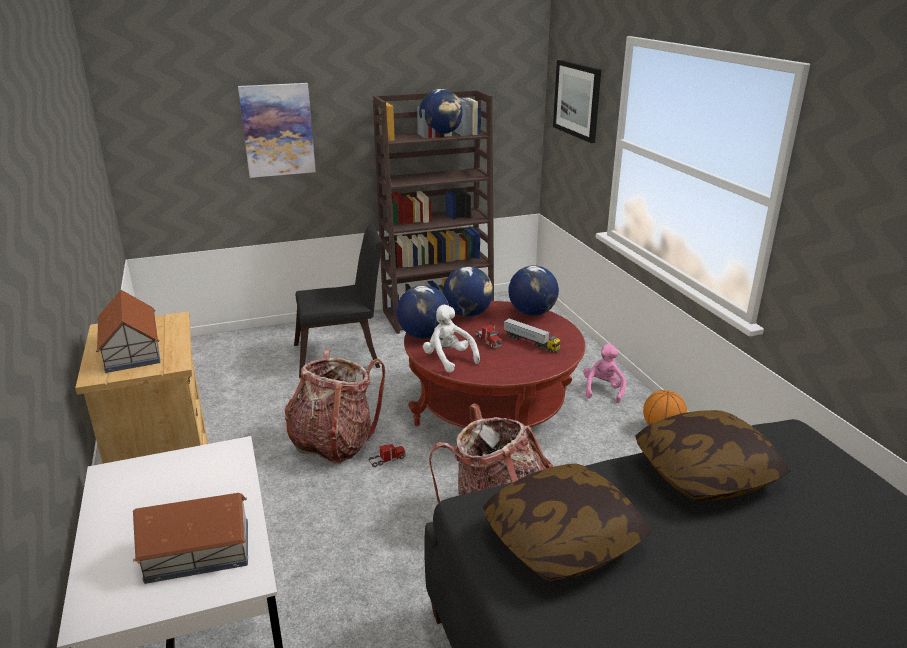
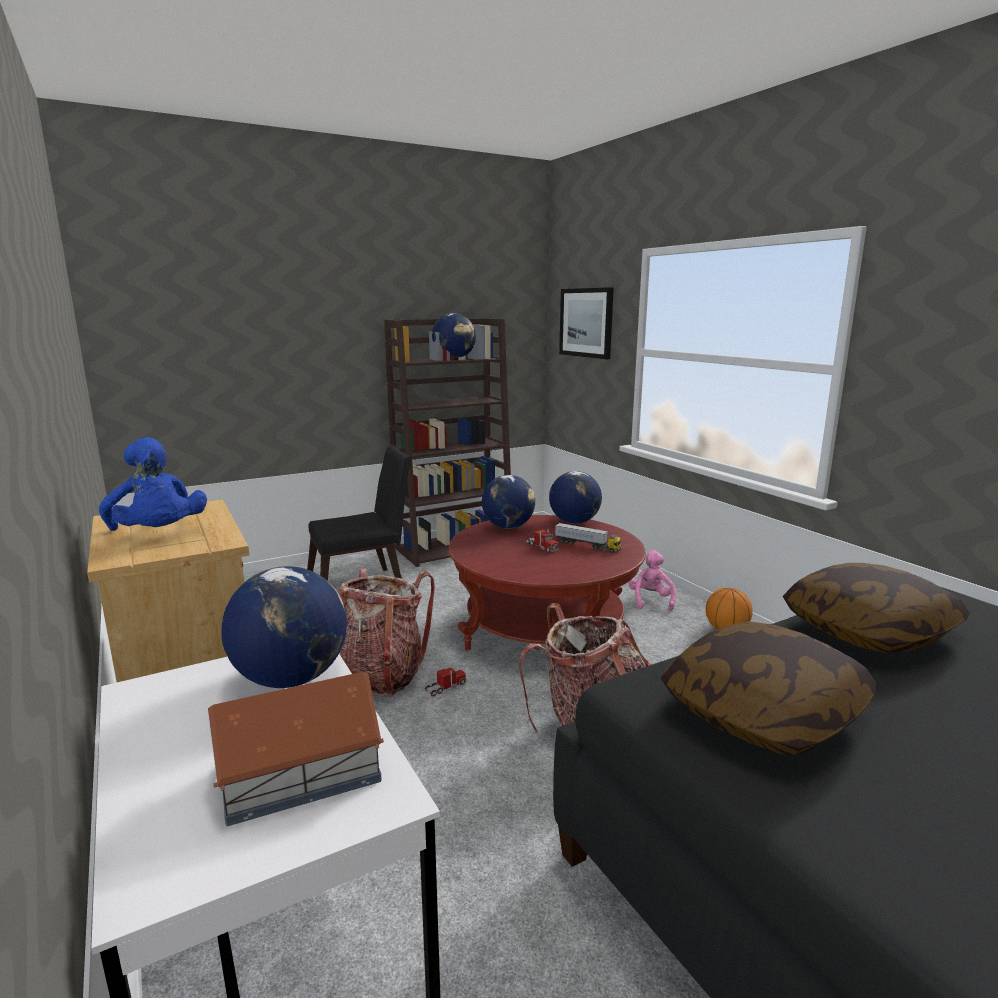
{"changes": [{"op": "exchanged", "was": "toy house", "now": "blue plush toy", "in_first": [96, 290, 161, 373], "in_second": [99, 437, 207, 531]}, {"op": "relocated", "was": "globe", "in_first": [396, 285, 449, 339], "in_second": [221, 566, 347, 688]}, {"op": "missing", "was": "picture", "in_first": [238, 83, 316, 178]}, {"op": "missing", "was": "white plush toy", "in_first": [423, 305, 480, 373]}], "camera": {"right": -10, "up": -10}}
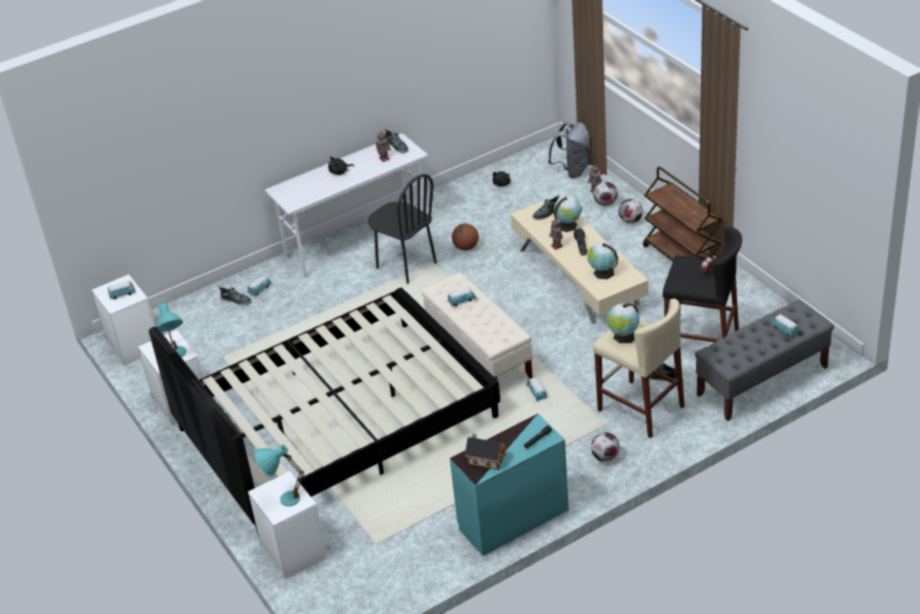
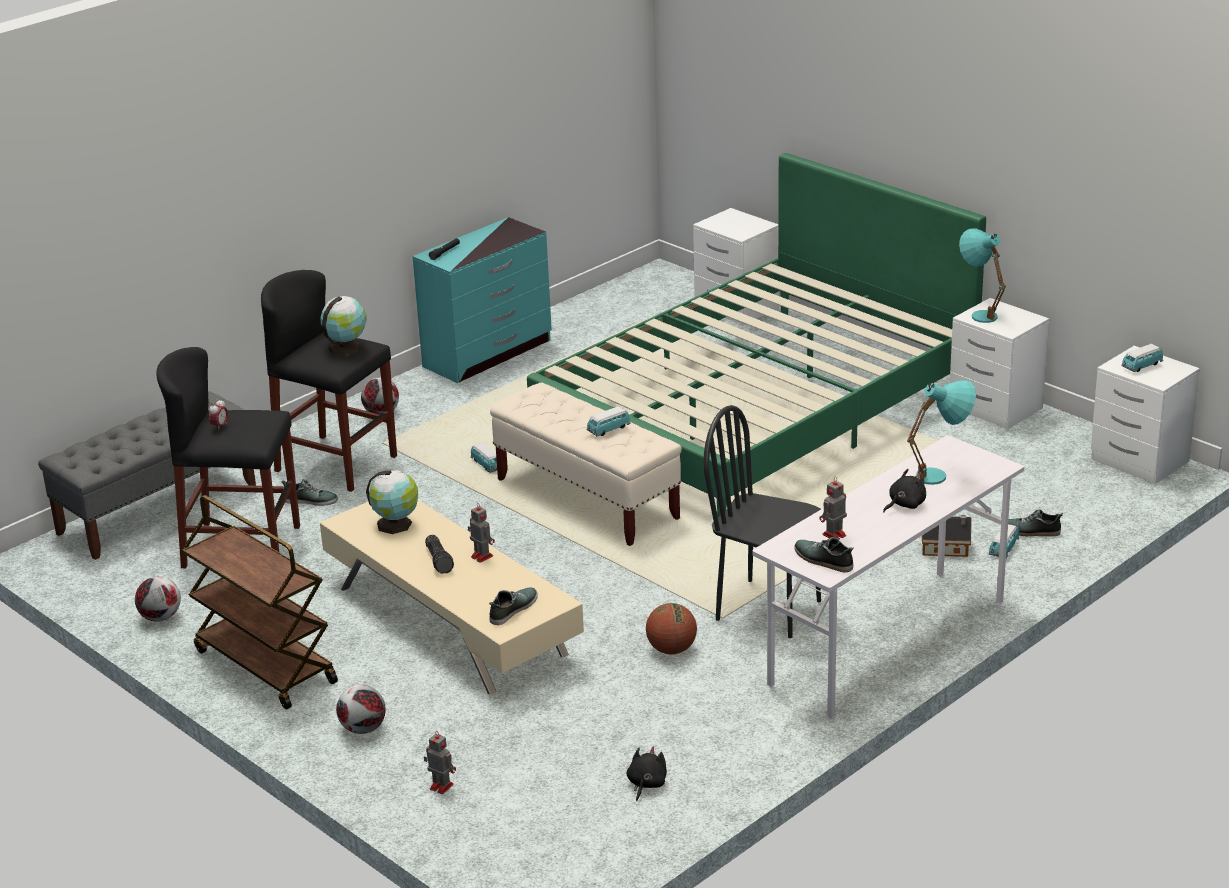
{"changes": [{"op": "relocated", "was": "football", "in_first": [593, 182, 618, 206], "in_second": [135, 576, 181, 622]}, {"op": "colour", "was": "beige stool", "now": "black stool", "in_first": [593, 299, 685, 438], "in_second": [261, 270, 397, 492]}, {"op": "colour", "was": "black bed", "now": "green bed", "in_first": [149, 288, 500, 534], "in_second": [527, 153, 986, 517]}, {"op": "relocated", "was": "turquoise table lamp", "in_first": [254, 445, 304, 506], "in_second": [907, 380, 976, 485]}, {"op": "relocated", "was": "toy house", "in_first": [465, 434, 506, 470], "in_second": [922, 515, 972, 557]}, {"op": "missing", "was": "grey backpack", "in_first": [548, 122, 591, 178]}, {"op": "missing", "was": "globe", "in_first": [554, 195, 582, 232]}, {"op": "missing", "was": "toy car", "in_first": [770, 314, 799, 337]}], "camera": {"right": 165, "up": -10}}
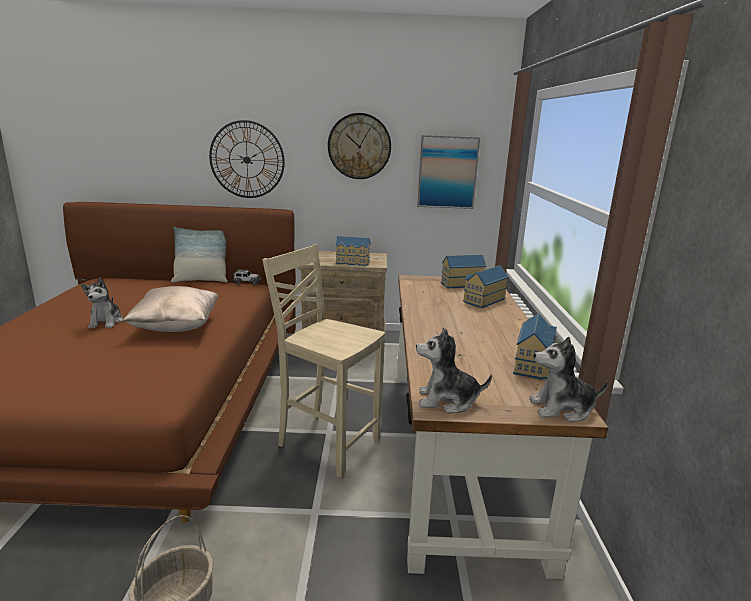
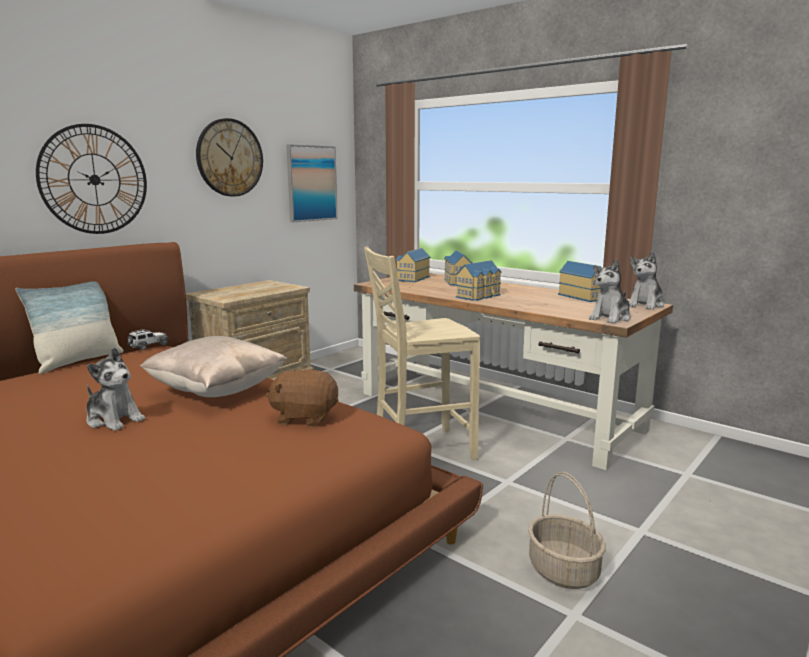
{"changes": [{"op": "appeared", "now": "brown plush toy", "in_second": [266, 369, 338, 427]}, {"op": "relocated", "was": "toy house", "in_first": [336, 236, 370, 266], "in_second": [456, 260, 502, 301]}], "camera": {"right": -50, "up": -5}}
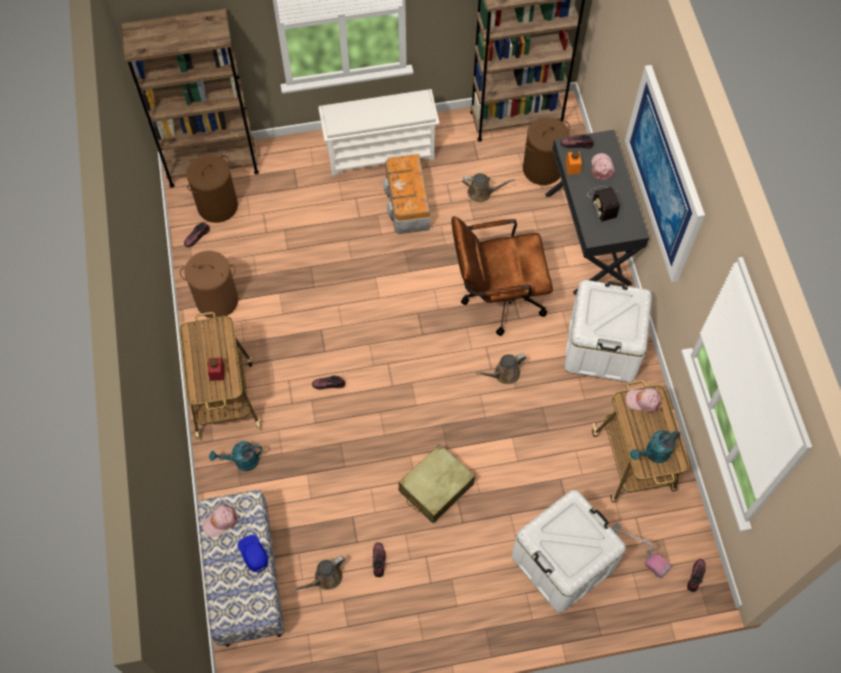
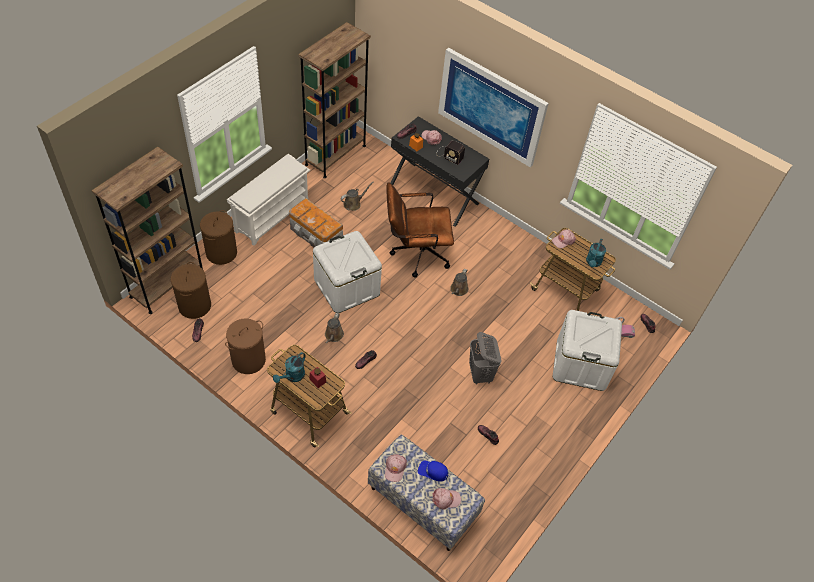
{"changes": [{"op": "relocated", "was": "brown laundry basket", "in_first": [523, 117, 570, 185], "in_second": [200, 210, 237, 265]}, {"op": "relocated", "was": "turquoise watering can", "in_first": [209, 441, 262, 471], "in_second": [273, 352, 306, 383]}, {"op": "relocated", "was": "white storage box", "in_first": [564, 280, 652, 382], "in_second": [313, 231, 382, 313]}, {"op": "relocated", "was": "brown watering can", "in_first": [292, 556, 345, 592], "in_second": [325, 313, 344, 343]}, {"op": "spun", "was": "brown office chair", "in_first": [451, 216, 553, 336], "in_second": [386, 182, 454, 277], "clockwise": 45}, {"op": "appeared", "now": "pink cap", "in_second": [432, 488, 461, 510]}, {"op": "exchanged", "was": "beige suitcase", "now": "grey laundry basket", "in_first": [398, 444, 475, 523], "in_second": [469, 332, 502, 385]}], "camera": {"right": -45, "up": -10}}
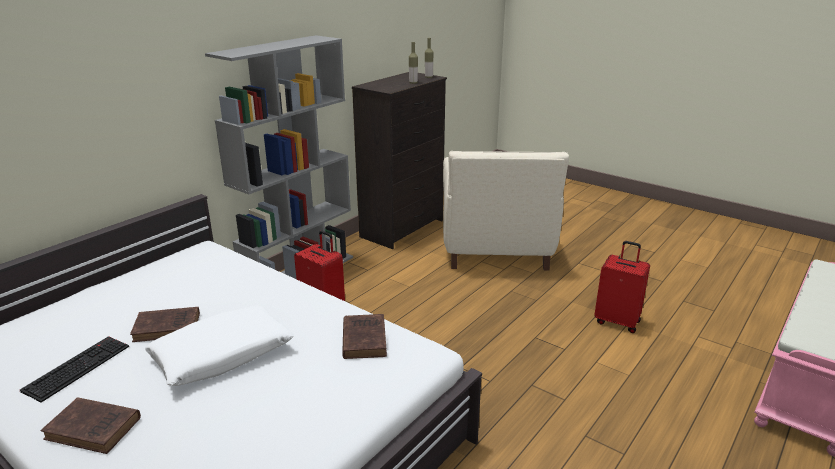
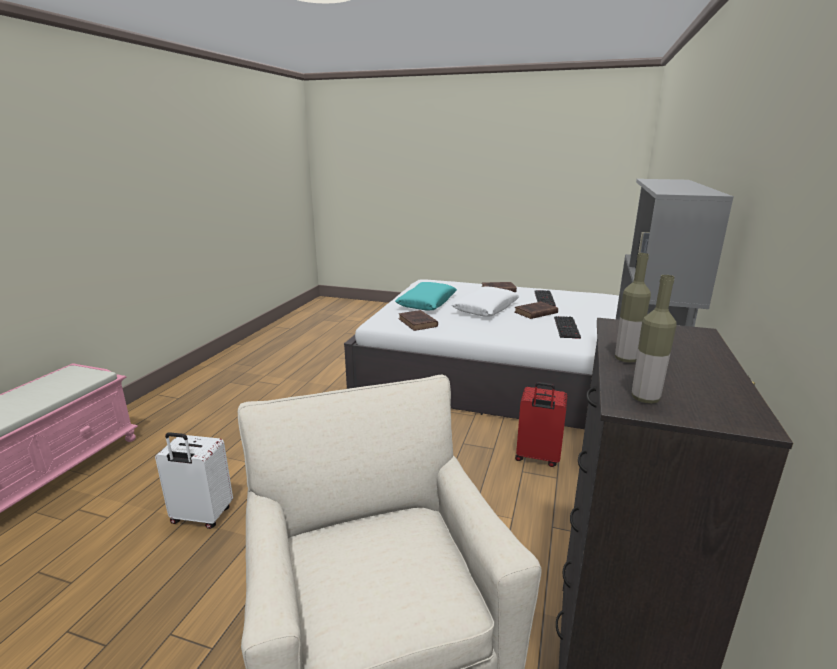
{"changes": [{"op": "colour", "was": "red suitcase", "now": "white suitcase", "in_first": [594, 241, 650, 333], "in_second": [155, 432, 233, 529]}, {"op": "appeared", "now": "turquoise pillow", "in_second": [395, 282, 457, 310]}, {"op": "appeared", "now": "keyboard", "in_second": [554, 316, 581, 339]}], "camera": {"right": 160, "up": -5}}
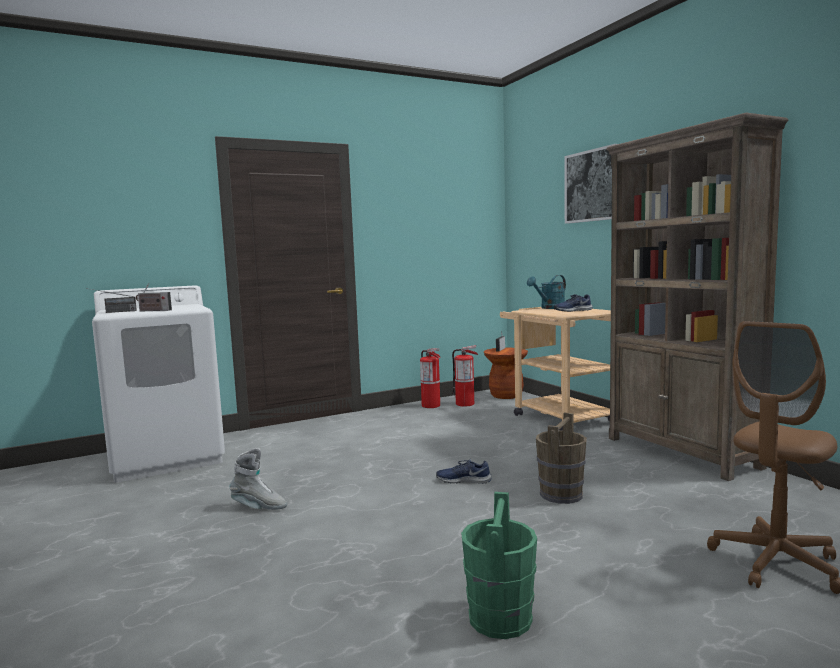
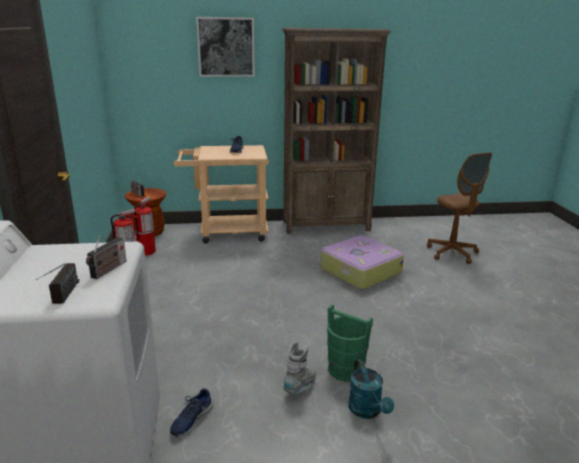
{"changes": [{"op": "relocated", "was": "blue shoe", "in_first": [436, 459, 491, 484], "in_second": [170, 388, 213, 437]}, {"op": "exchanged", "was": "brown bucket", "now": "suitcase", "in_first": [536, 413, 587, 504], "in_second": [321, 235, 404, 290]}, {"op": "relocated", "was": "green bucket", "in_first": [461, 492, 537, 639], "in_second": [327, 305, 373, 382]}, {"op": "relocated", "was": "turquoise watering can", "in_first": [527, 275, 566, 309], "in_second": [349, 359, 394, 419]}], "camera": {"right": -70, "up": 15}}
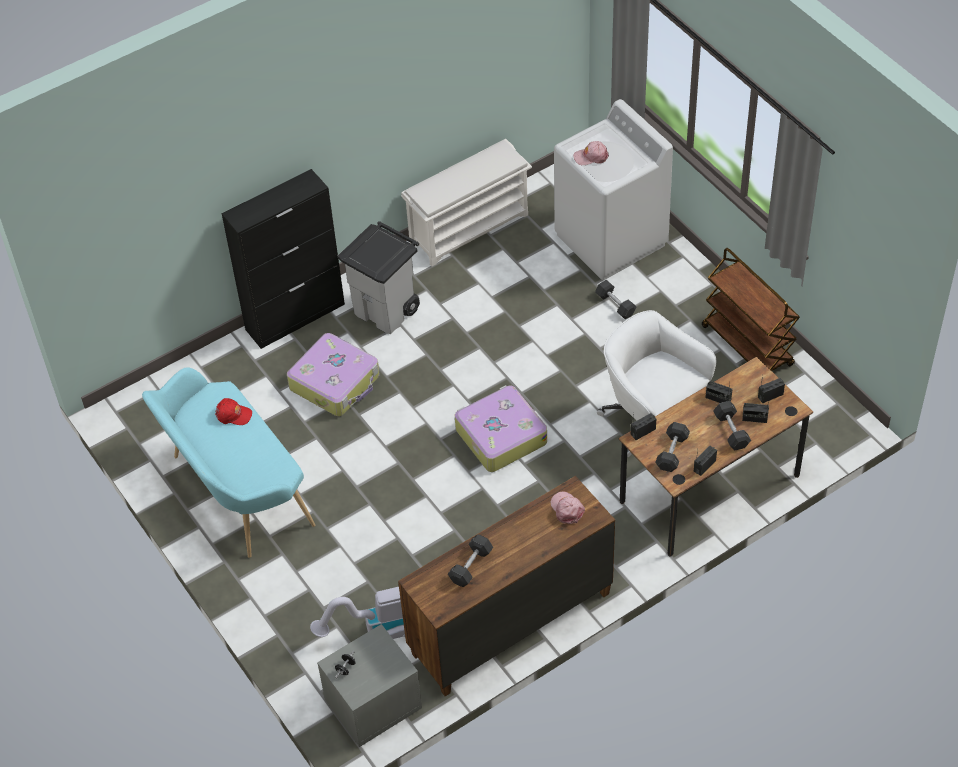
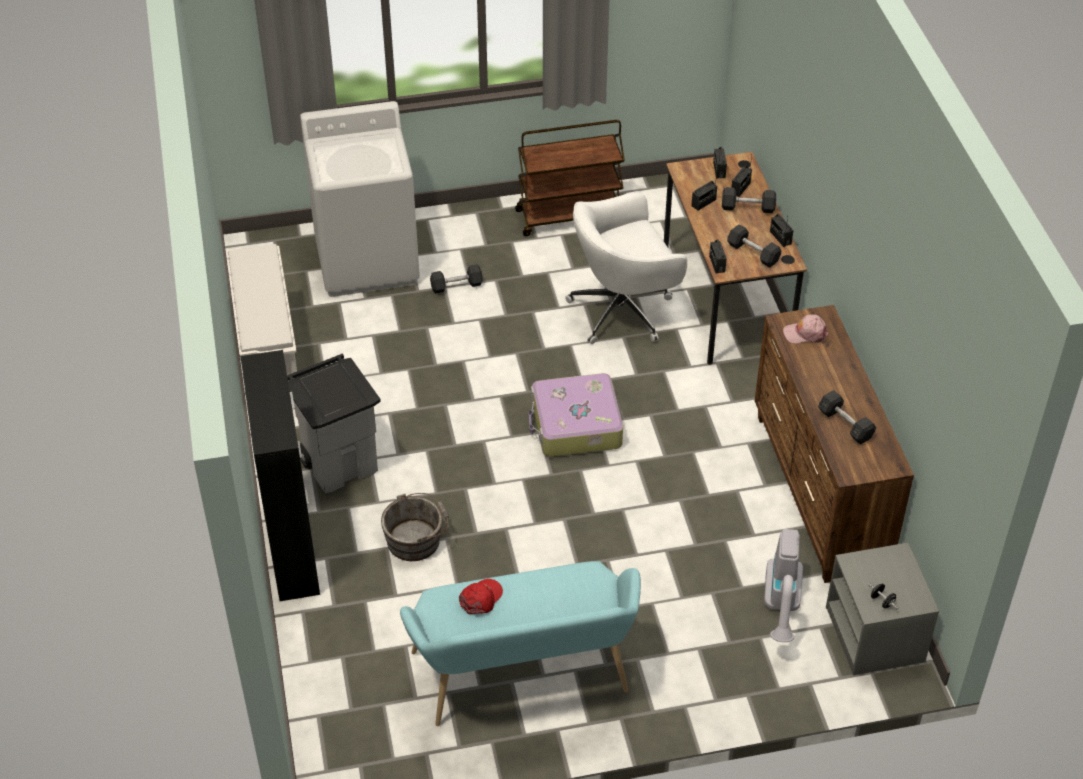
{"changes": [{"op": "exchanged", "was": "suitcase", "now": "grey bucket", "in_first": [287, 333, 380, 416], "in_second": [381, 493, 449, 561]}, {"op": "missing", "was": "pink cap", "in_first": [573, 141, 609, 165]}], "camera": {"right": -70, "up": -5}}
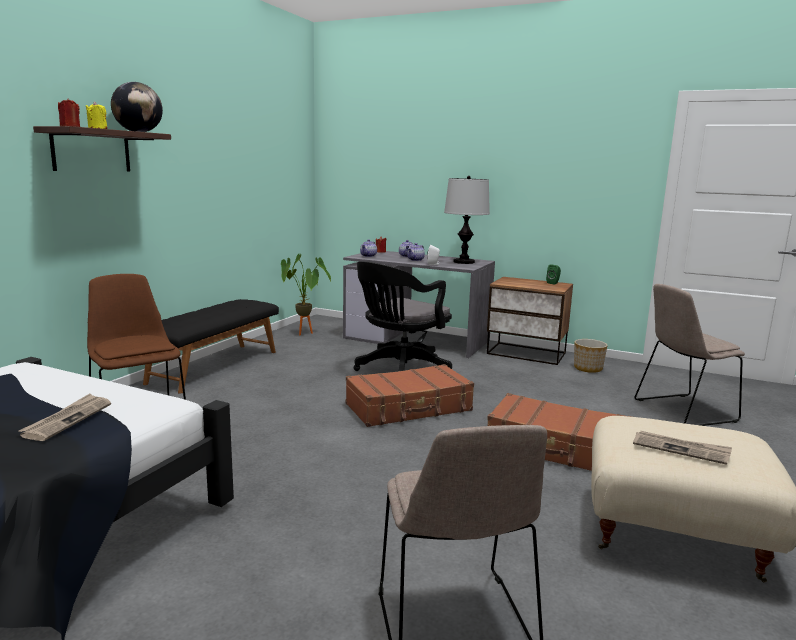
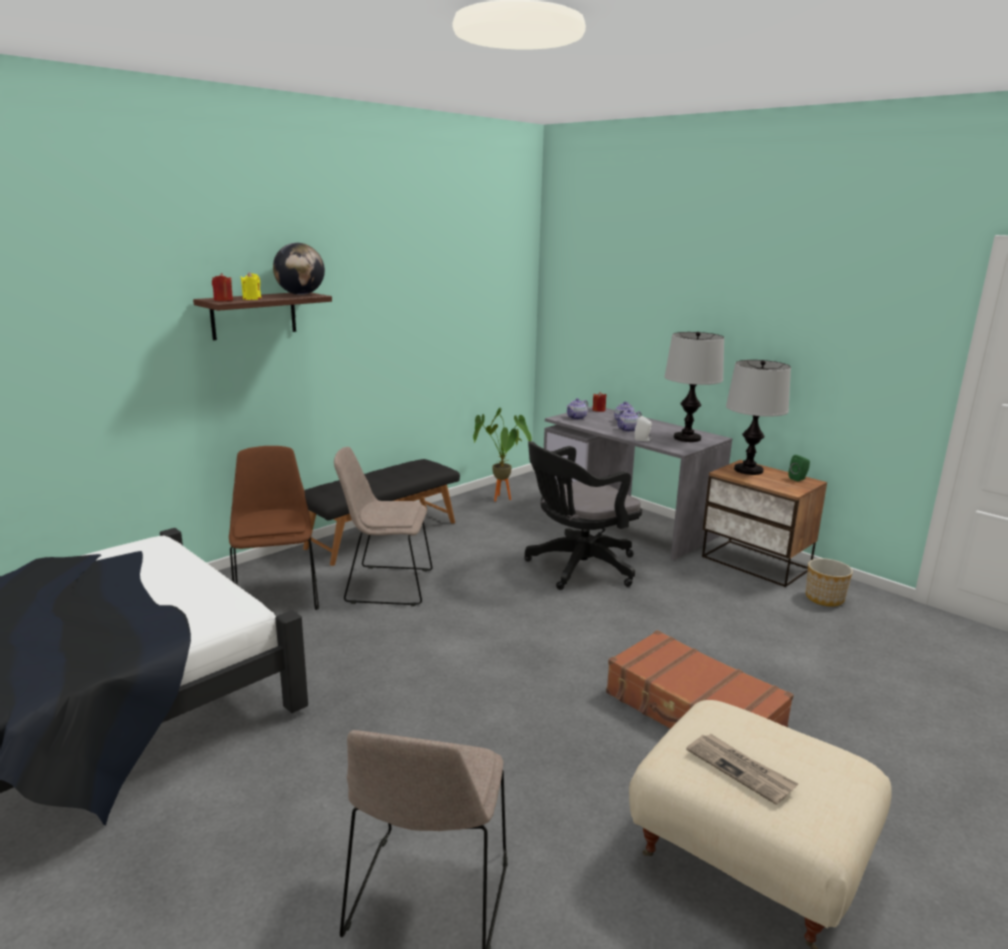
{"changes": [{"op": "relocated", "was": "beige chair", "in_first": [634, 284, 745, 426], "in_second": [334, 447, 432, 606]}, {"op": "appeared", "now": "table lamp", "in_second": [726, 360, 791, 475]}, {"op": "missing", "was": "newspaper", "in_first": [19, 393, 111, 441]}, {"op": "missing", "was": "brown suitcase", "in_first": [346, 364, 474, 427]}], "camera": {"right": 20, "up": 5}}
